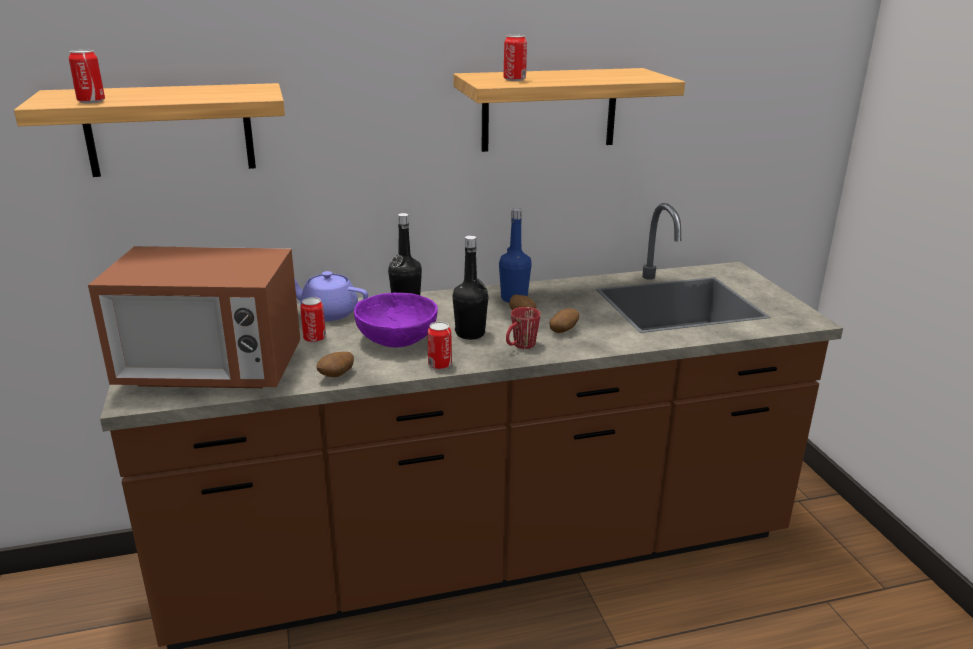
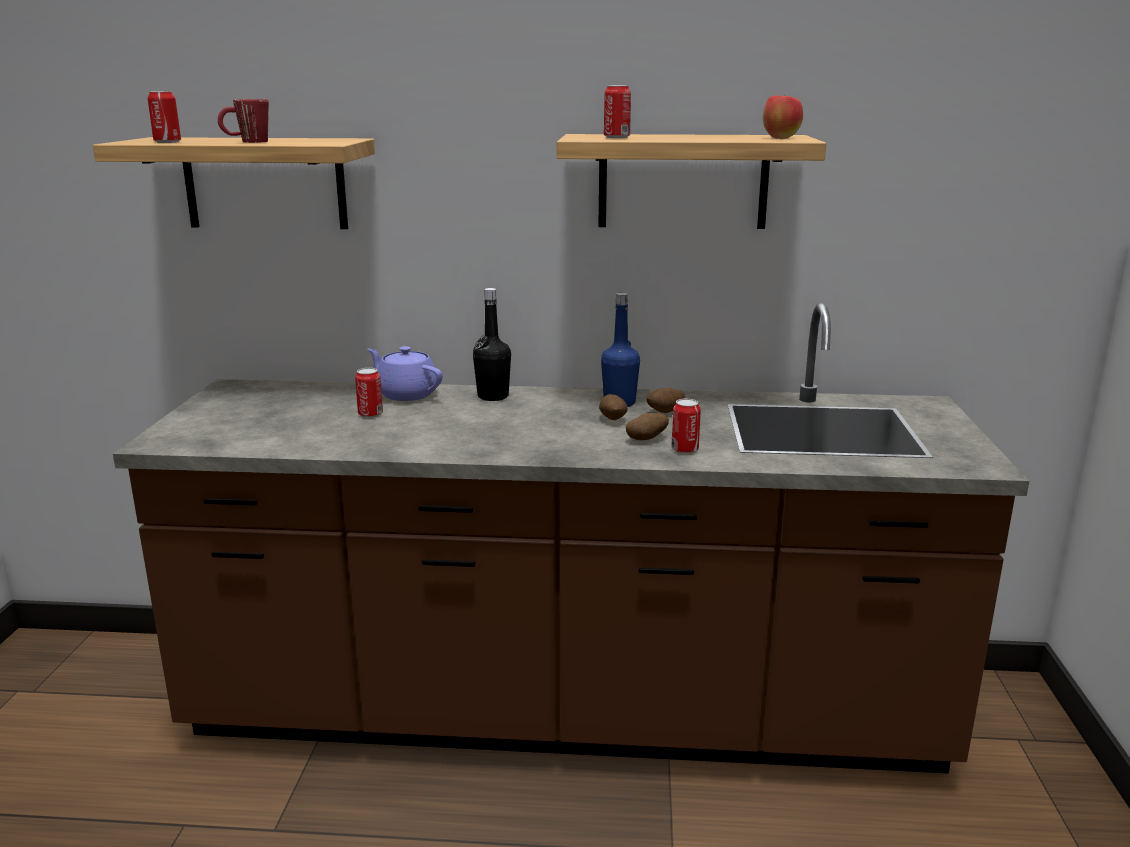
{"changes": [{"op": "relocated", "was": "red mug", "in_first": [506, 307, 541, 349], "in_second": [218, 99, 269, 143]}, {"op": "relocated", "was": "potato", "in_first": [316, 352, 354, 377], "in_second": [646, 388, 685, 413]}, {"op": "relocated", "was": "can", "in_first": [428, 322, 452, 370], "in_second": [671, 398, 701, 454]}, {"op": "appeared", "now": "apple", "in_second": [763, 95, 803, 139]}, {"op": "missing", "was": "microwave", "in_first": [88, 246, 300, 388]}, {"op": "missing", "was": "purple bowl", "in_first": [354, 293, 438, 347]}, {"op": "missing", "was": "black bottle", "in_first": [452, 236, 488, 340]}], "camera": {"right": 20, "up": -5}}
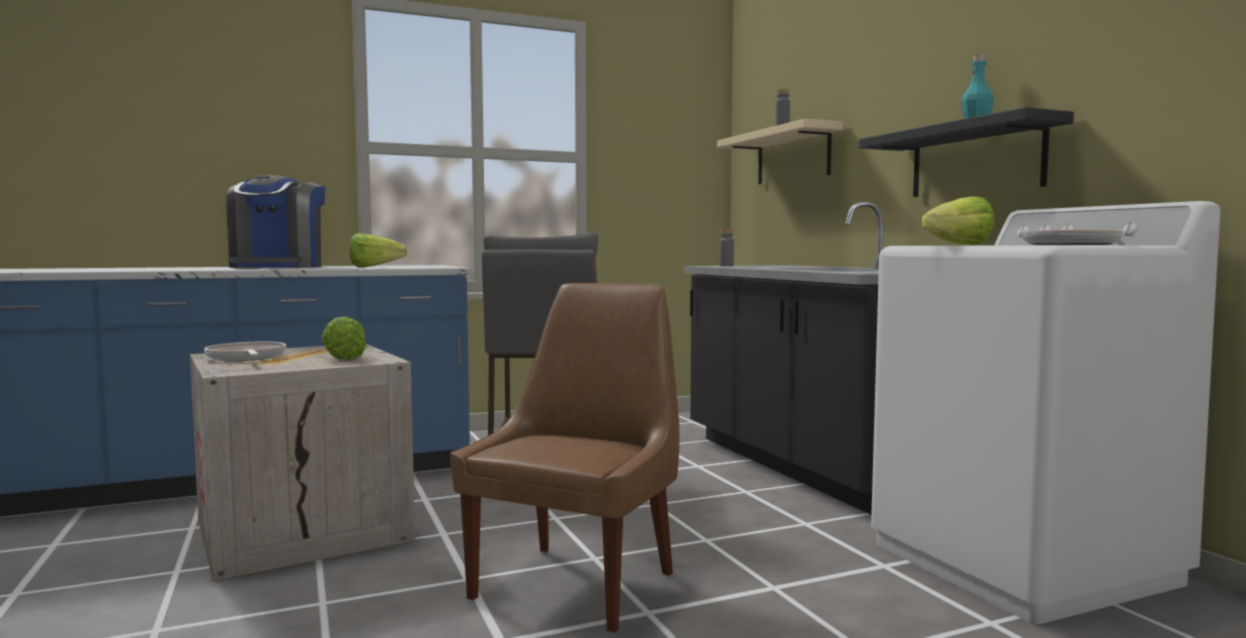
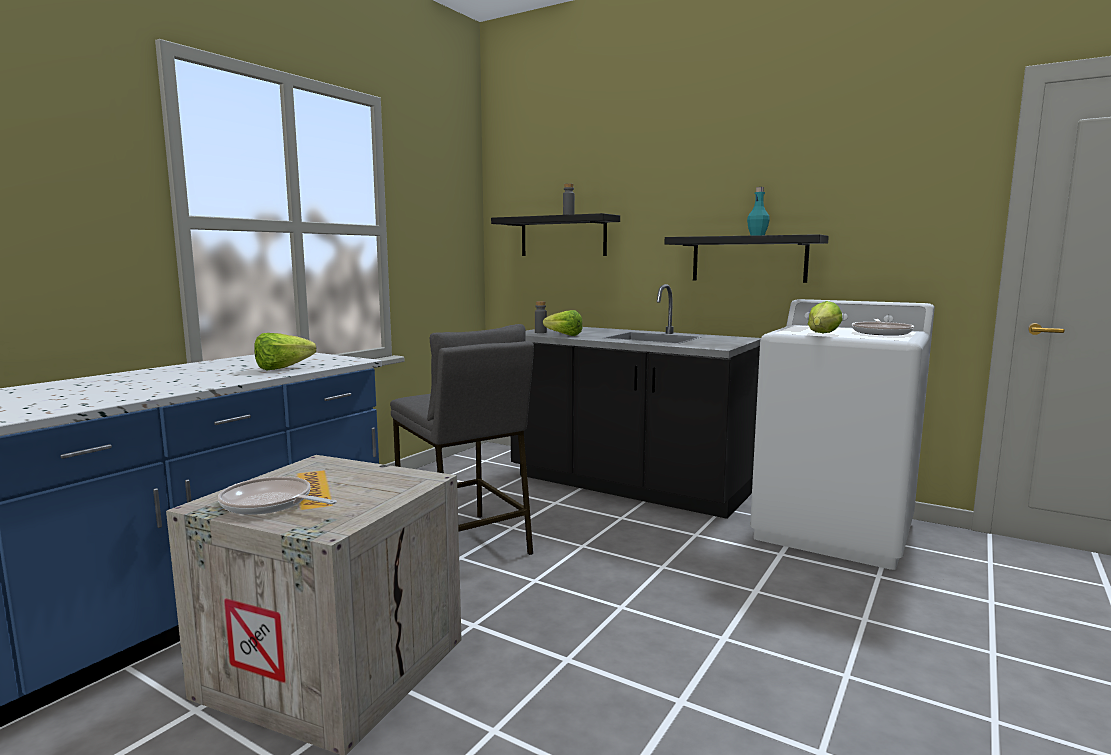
{"changes": [{"op": "colour", "was": "beige shelf", "now": "black shelf", "in_first": [717, 119, 844, 184], "in_second": [491, 213, 620, 256]}, {"op": "relocated", "was": "lettuce", "in_first": [322, 317, 367, 360], "in_second": [543, 310, 583, 336]}, {"op": "missing", "was": "coffee machine", "in_first": [226, 175, 325, 268]}, {"op": "missing", "was": "brown chair", "in_first": [450, 283, 679, 633]}], "camera": {"right": -35, "up": 5}}
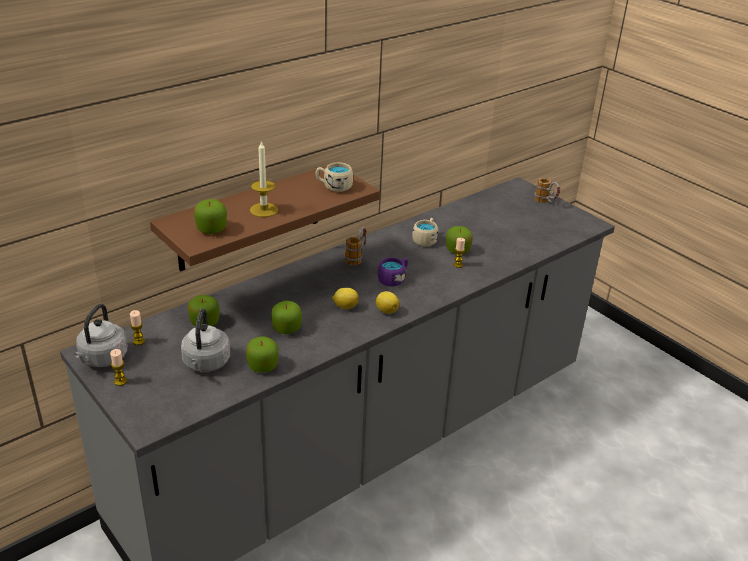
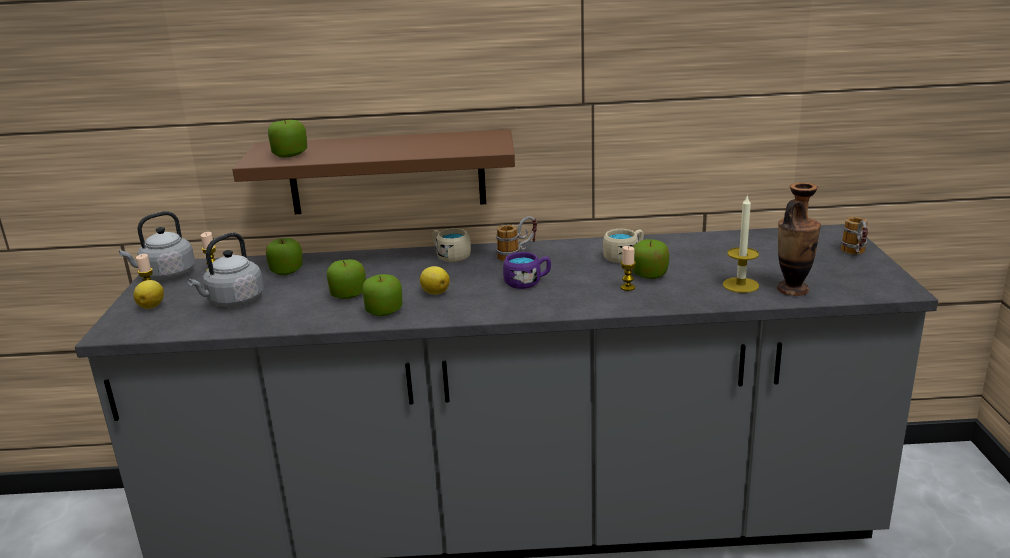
{"changes": [{"op": "relocated", "was": "lemon", "in_first": [376, 291, 399, 314], "in_second": [133, 280, 164, 309]}, {"op": "relocated", "was": "apple", "in_first": [246, 337, 279, 372], "in_second": [362, 274, 402, 316]}, {"op": "relocated", "was": "beige mug", "in_first": [316, 162, 353, 192], "in_second": [432, 229, 471, 262]}, {"op": "relocated", "was": "candle", "in_first": [250, 141, 278, 217], "in_second": [723, 196, 759, 293]}, {"op": "appeared", "now": "vase", "in_second": [777, 183, 821, 296]}], "camera": {"right": 40, "up": -10}}
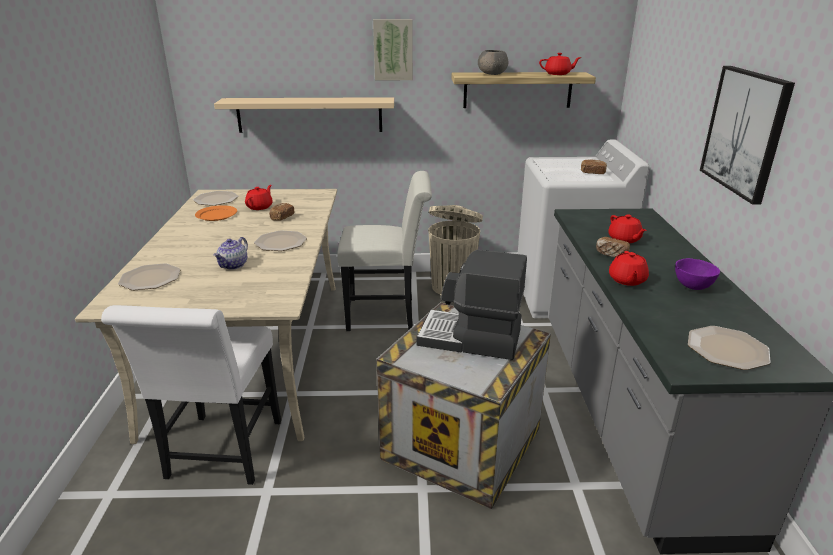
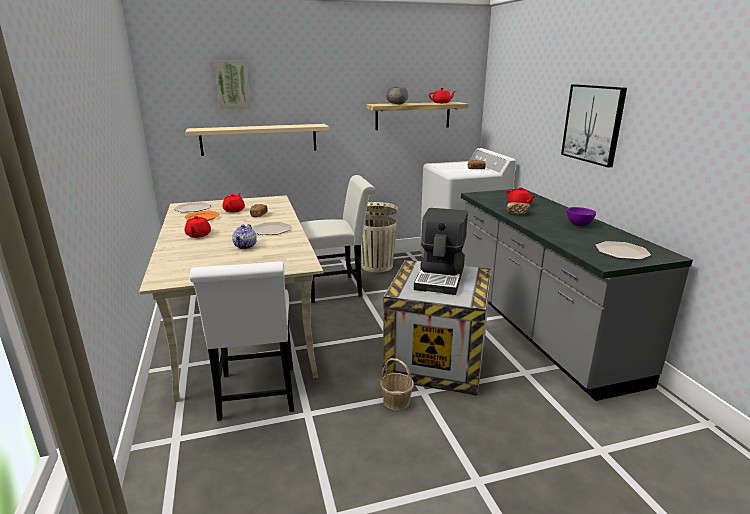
{"changes": [{"op": "relocated", "was": "red teapot", "in_first": [609, 251, 649, 286], "in_second": [185, 216, 211, 238]}, {"op": "relocated", "was": "picture", "in_first": [373, 19, 413, 80], "in_second": [214, 61, 251, 109]}, {"op": "appeared", "now": "basket", "in_second": [380, 358, 414, 410]}, {"op": "spun", "was": "coffee machine", "in_first": [417, 250, 527, 360], "in_second": [414, 208, 468, 295], "clockwise": -75}, {"op": "missing", "was": "plate", "in_first": [118, 263, 181, 290]}], "camera": {"right": -15, "up": -5}}
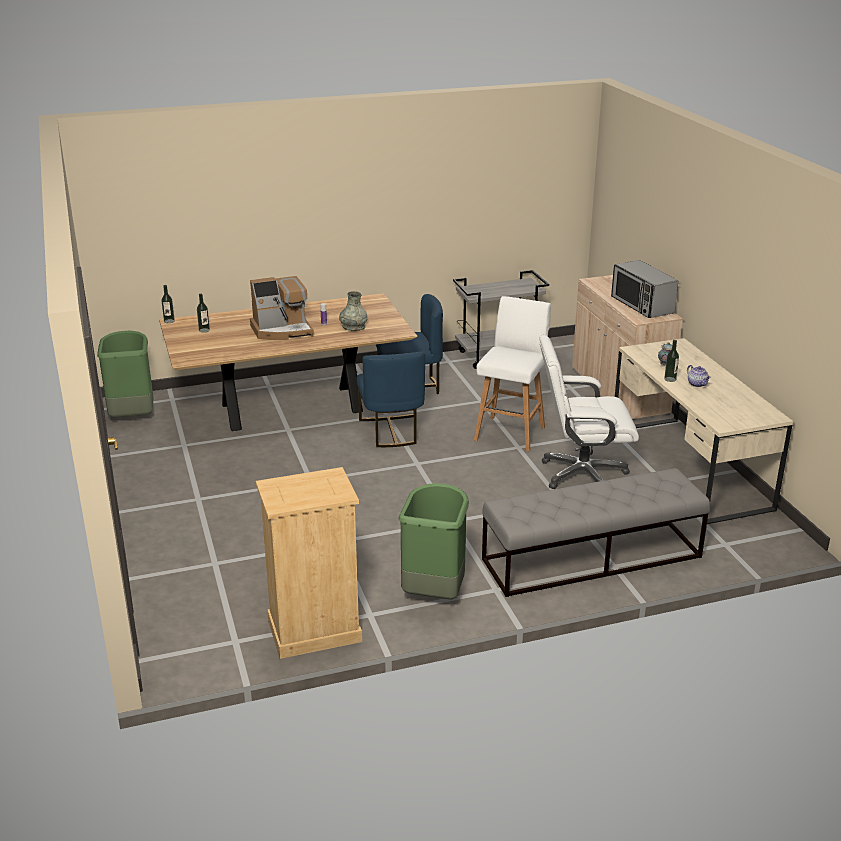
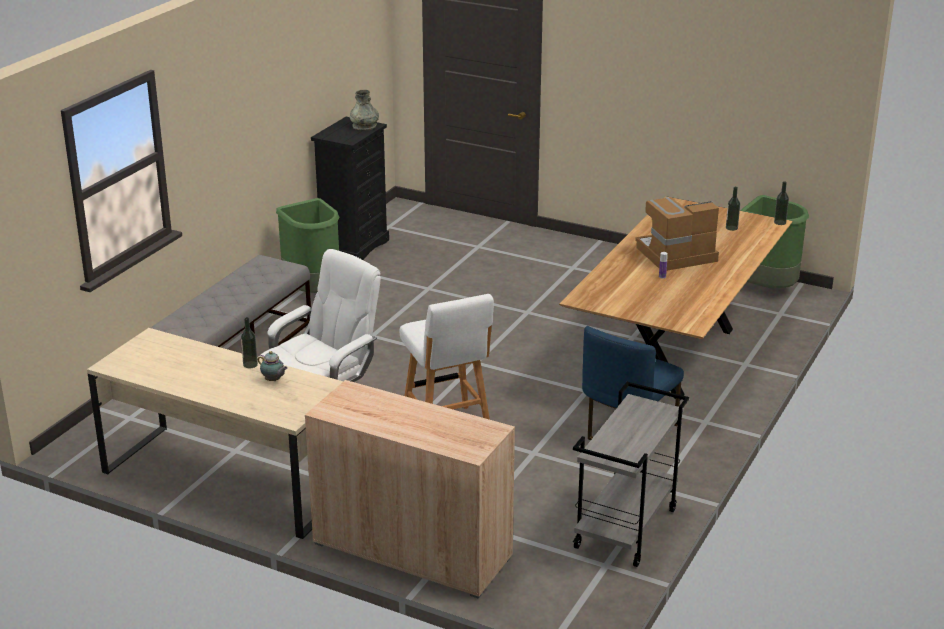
{"changes": [{"op": "colour", "was": "beige dresser", "now": "black dresser", "in_first": [256, 467, 362, 659], "in_second": [311, 117, 389, 260]}, {"op": "relocated", "was": "grey vase", "in_first": [339, 291, 367, 331], "in_second": [350, 89, 379, 131]}, {"op": "spun", "was": "coffee machine", "in_first": [250, 276, 314, 340], "in_second": [635, 197, 719, 271], "clockwise": 45}, {"op": "missing", "was": "blue chair", "in_first": [356, 351, 425, 447]}, {"op": "missing", "was": "microwave", "in_first": [611, 260, 678, 318]}, {"op": "missing", "was": "teapot", "in_first": [687, 365, 711, 387]}], "camera": {"right": 135, "up": 0}}
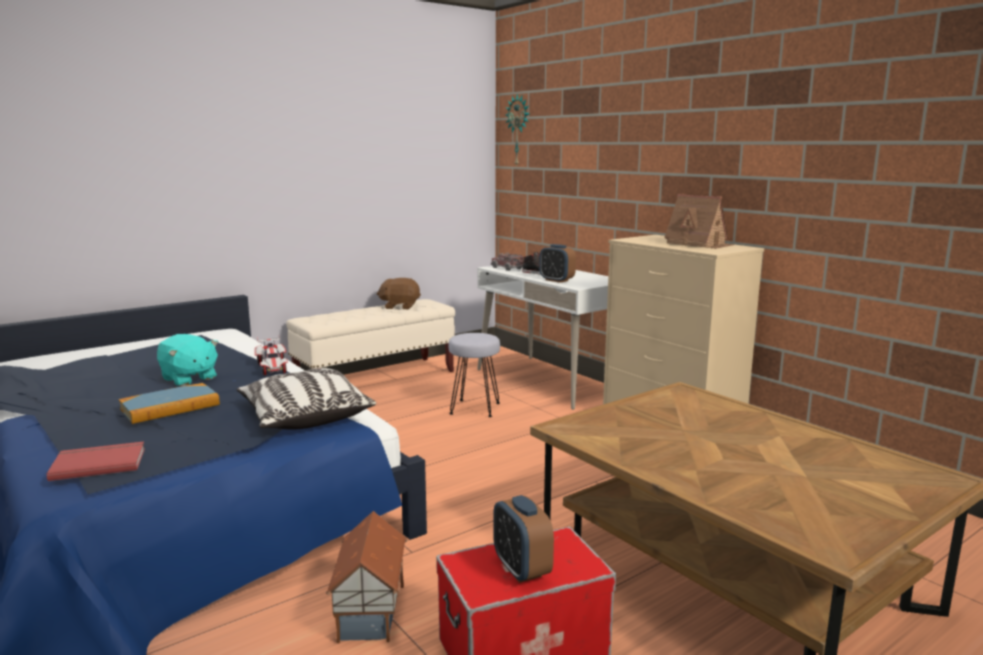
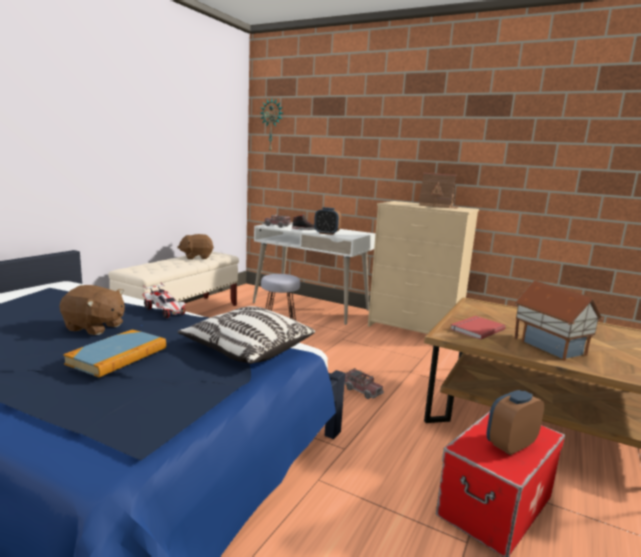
{"changes": [{"op": "colour", "was": "turquoise plush toy", "now": "brown plush toy", "in_first": [157, 334, 218, 386], "in_second": [60, 285, 125, 335]}, {"op": "appeared", "now": "toy truck", "in_second": [345, 368, 384, 399]}, {"op": "relocated", "was": "red book", "in_first": [47, 441, 145, 481], "in_second": [451, 316, 506, 340]}, {"op": "spun", "was": "alarm clock", "in_first": [493, 495, 554, 583], "in_second": [486, 390, 544, 455], "clockwise": 105}, {"op": "relocated", "was": "toy house", "in_first": [326, 511, 407, 643], "in_second": [515, 281, 603, 361]}], "camera": {"right": -25, "up": 0}}
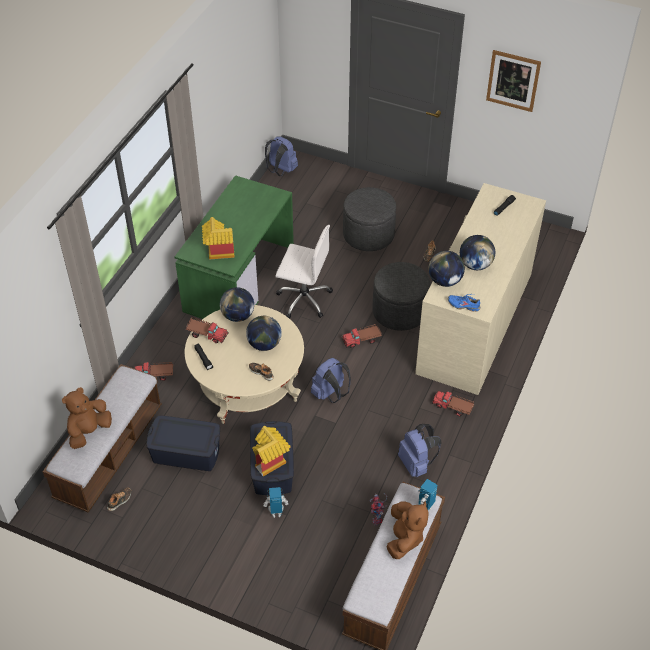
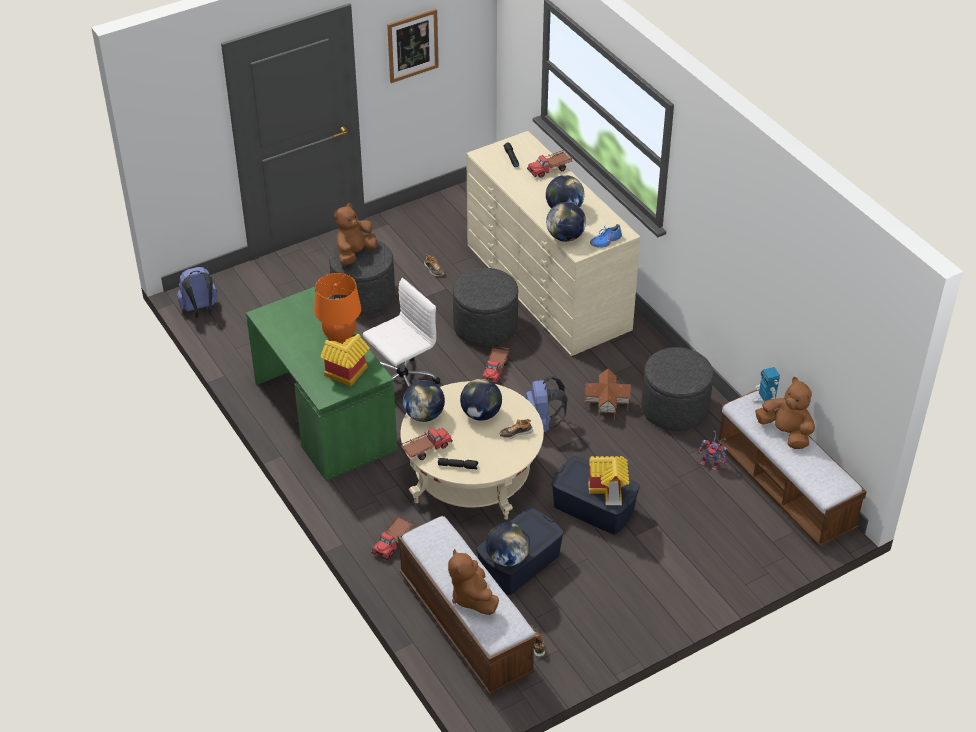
{"changes": [{"op": "appeared", "now": "orange table lamp", "in_second": [314, 273, 361, 344]}, {"op": "appeared", "now": "brown plush toy", "in_second": [334, 203, 377, 265]}, {"op": "appeared", "now": "globe", "in_second": [486, 522, 530, 567]}, {"op": "relocated", "was": "toy truck", "in_first": [432, 391, 474, 417], "in_second": [527, 150, 572, 178]}, {"op": "appeared", "now": "toy house", "in_second": [584, 369, 631, 420]}, {"op": "exchanged", "was": "blue backpack", "now": "grey ottoman", "in_first": [398, 424, 442, 477], "in_second": [641, 347, 713, 431]}, {"op": "missing", "was": "toy robot", "in_first": [263, 487, 288, 518]}], "camera": {"right": -55, "up": -5}}
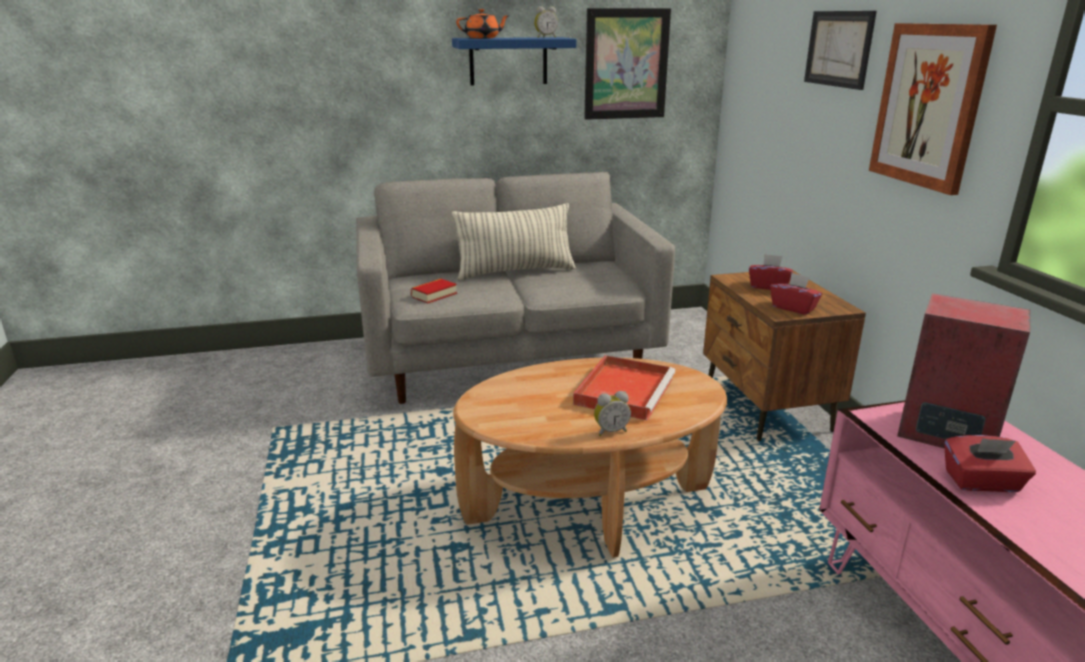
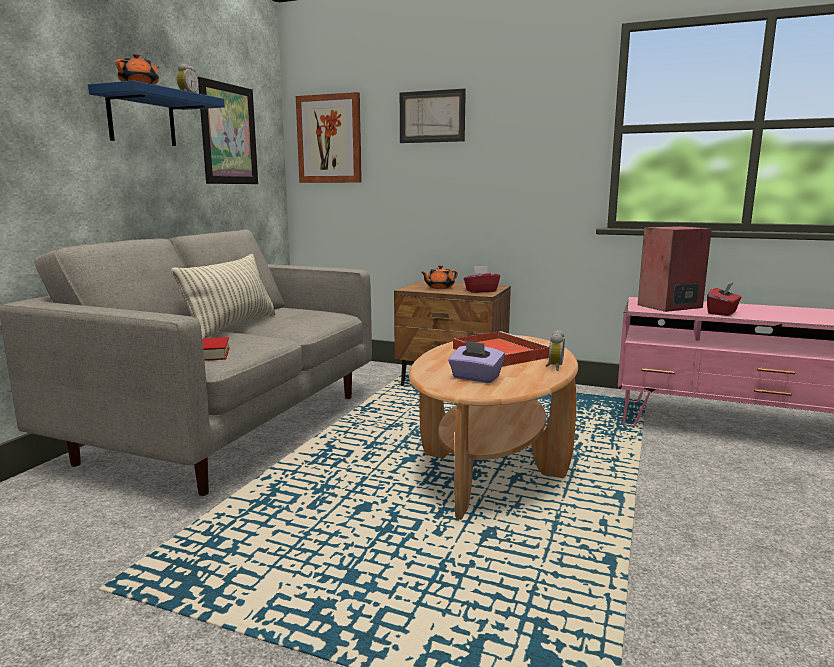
{"changes": [{"op": "relocated", "was": "picture", "in_first": [869, 23, 997, 195], "in_second": [296, 92, 362, 183]}, {"op": "exchanged", "was": "red tissue box", "now": "orange teapot", "in_first": [749, 254, 793, 290], "in_second": [421, 265, 458, 289]}, {"op": "appeared", "now": "purple tissue box", "in_second": [448, 340, 505, 383]}], "camera": {"right": -55, "up": -10}}
